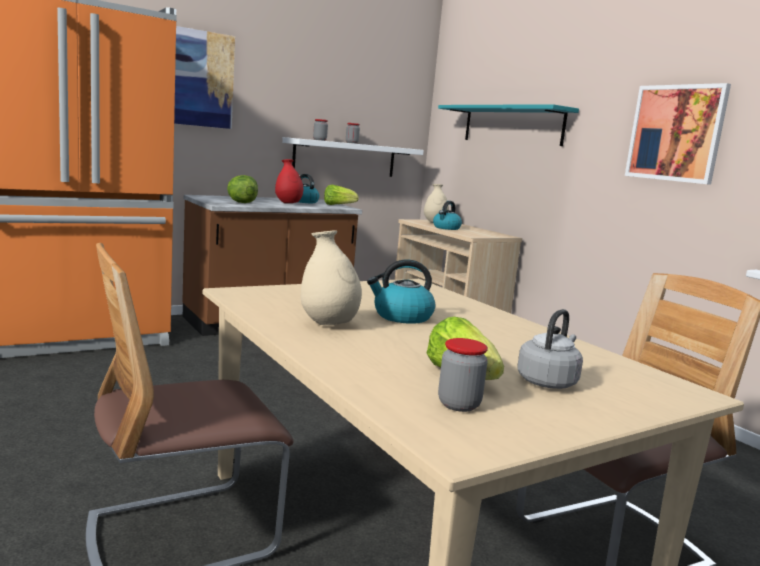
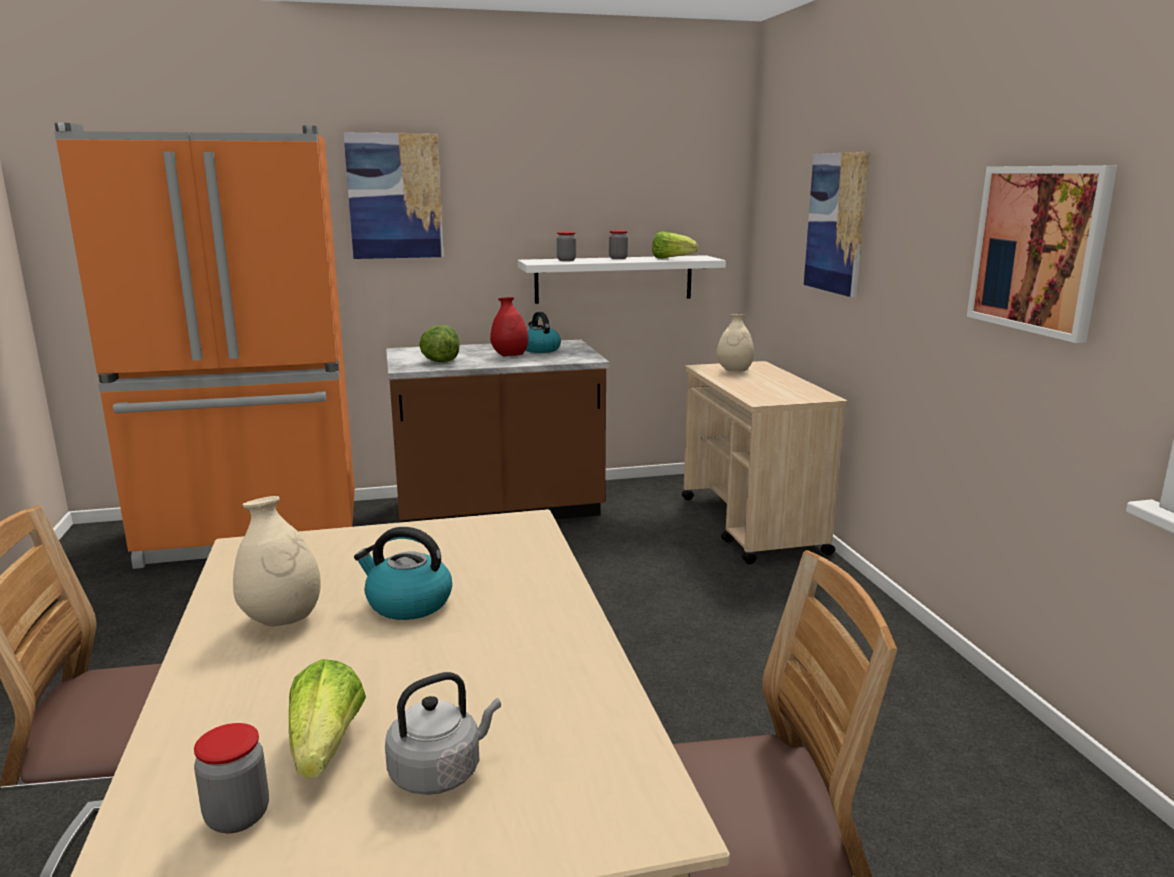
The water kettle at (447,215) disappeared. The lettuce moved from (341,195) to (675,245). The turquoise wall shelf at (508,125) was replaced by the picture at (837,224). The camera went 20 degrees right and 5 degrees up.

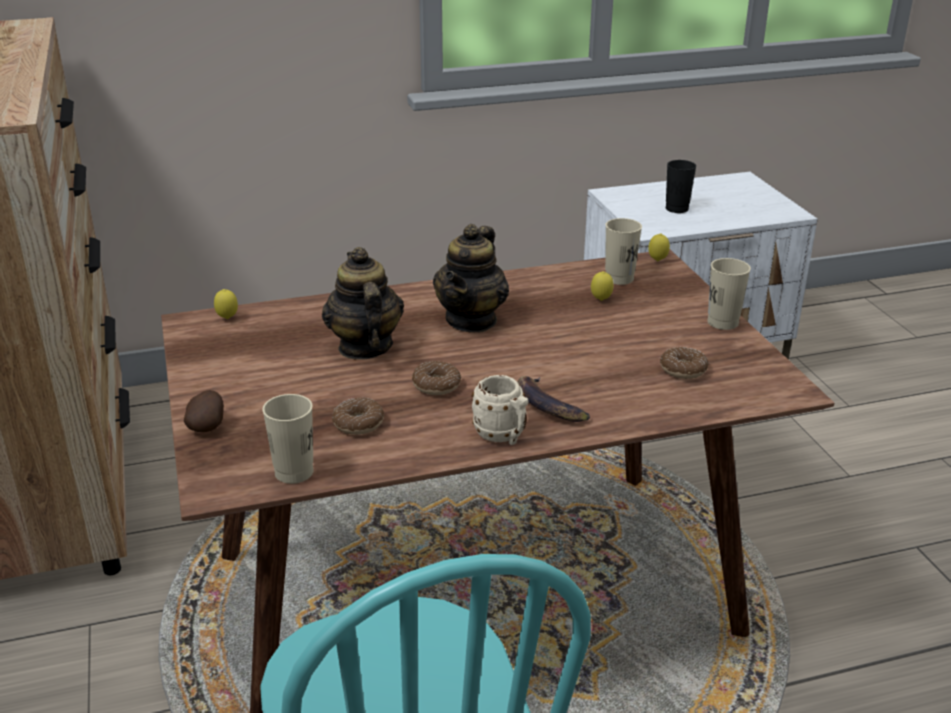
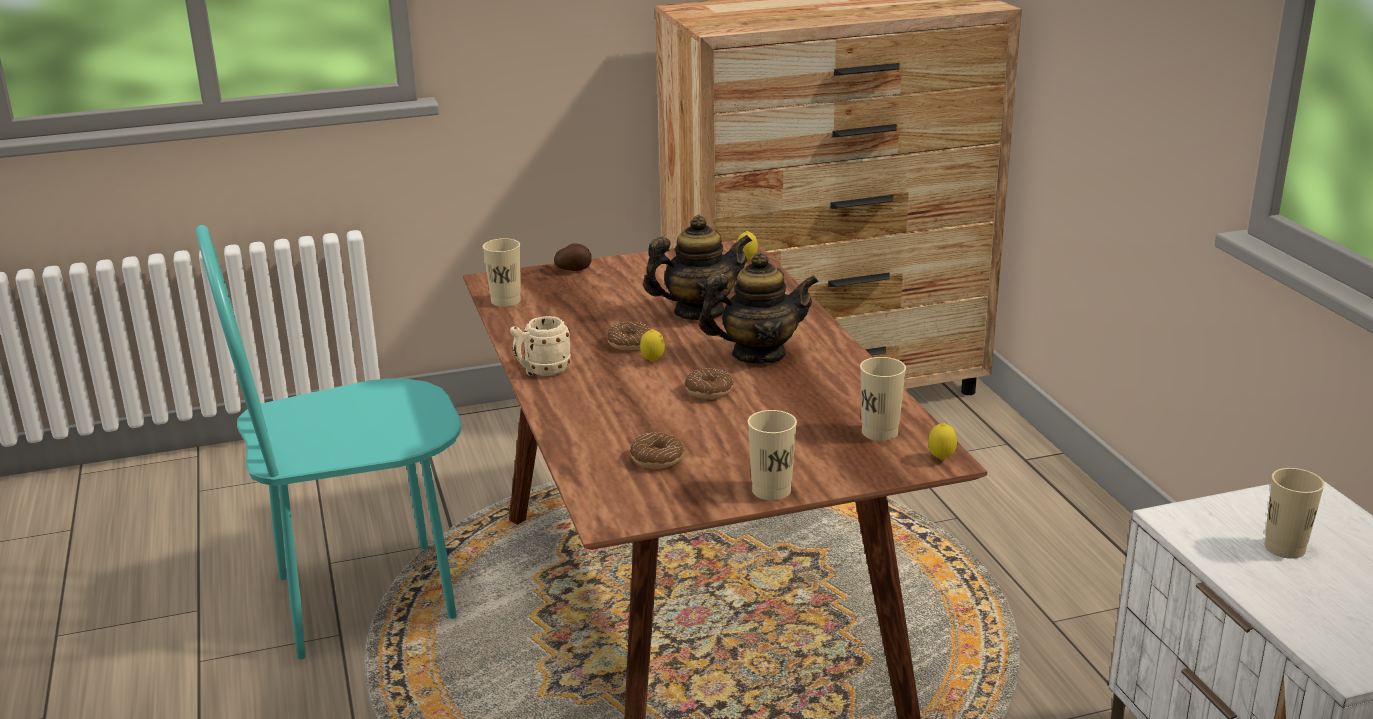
The whole banana at (553,399) disappeared. The doughnut moved from (358,416) to (709,383). The citrus fruit moved from (602,286) to (652,345). The blackish drinking cup at (681,186) became the beige drinking cup at (1294,513). The teapot at (471,278) turned 150 degrees clockwise. The camera went 90 degrees right and 5 degrees down.

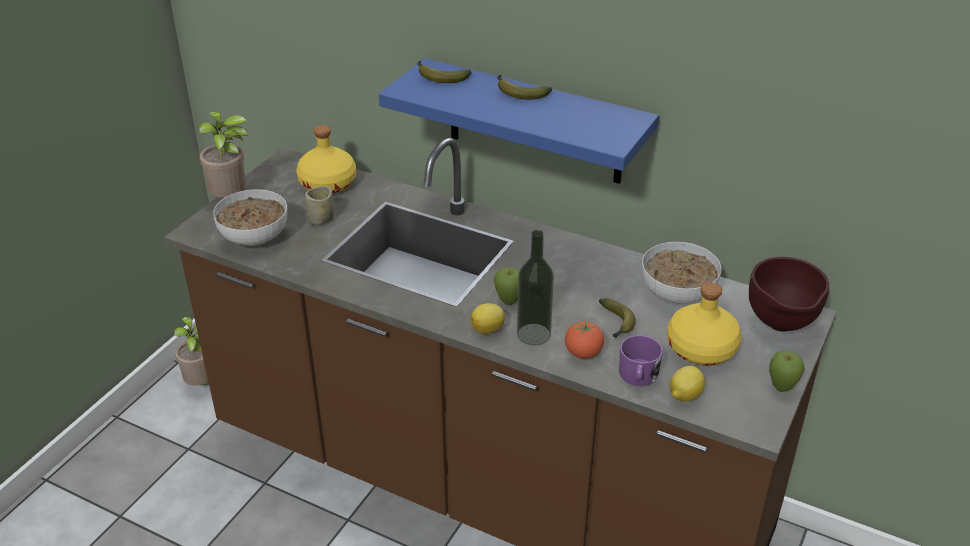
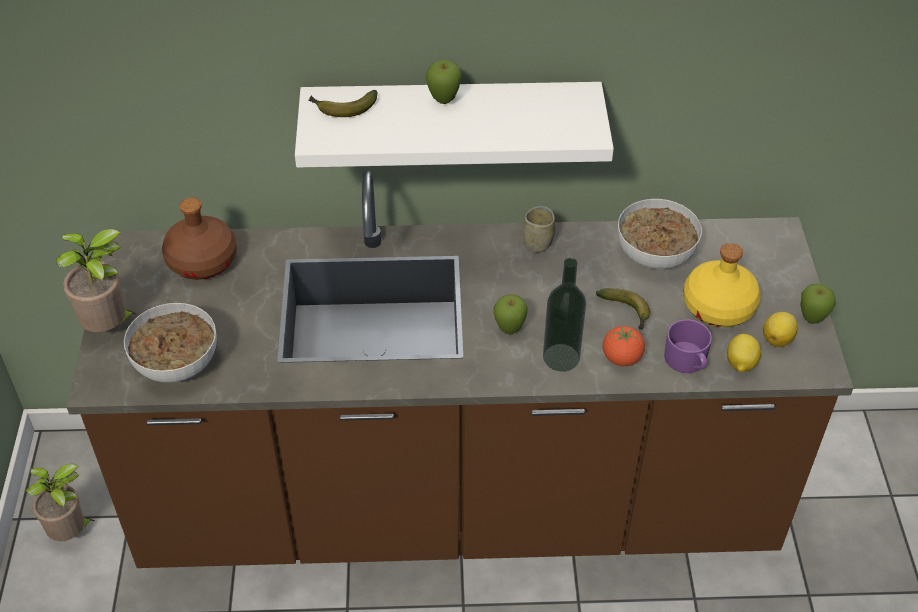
The brownish serving bowl at (789,294) disappeared. The drinking cup moved from (319,205) to (539,229). The citrus fruit moved from (488,318) to (780,329). The whole banana at (524,87) was replaced by the apple at (444,82). The yellow-coloured drink bottle at (326,159) became the brownish drink bottle at (199,239). The blue-coloured wall shelf at (519,121) became the whitish wall shelf at (454,125). The camera went 30 degrees left and 10 degrees up.

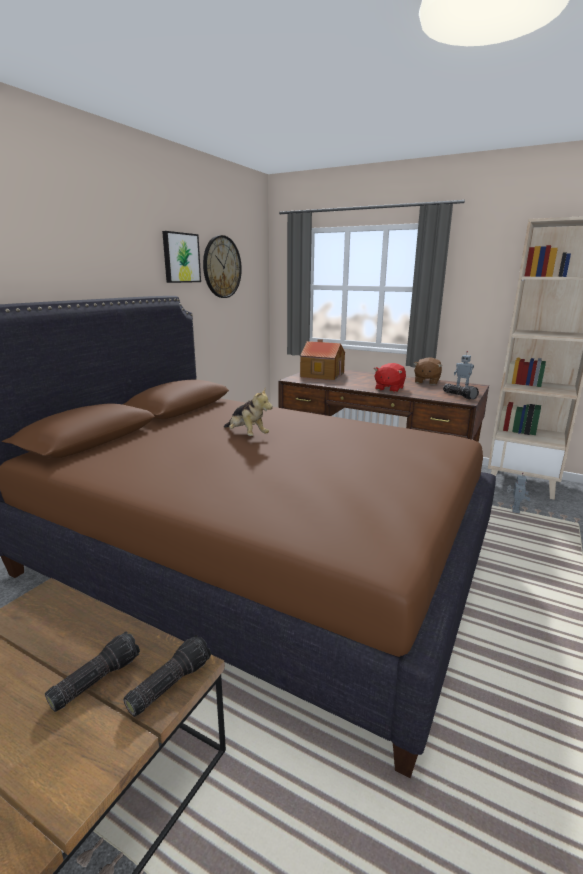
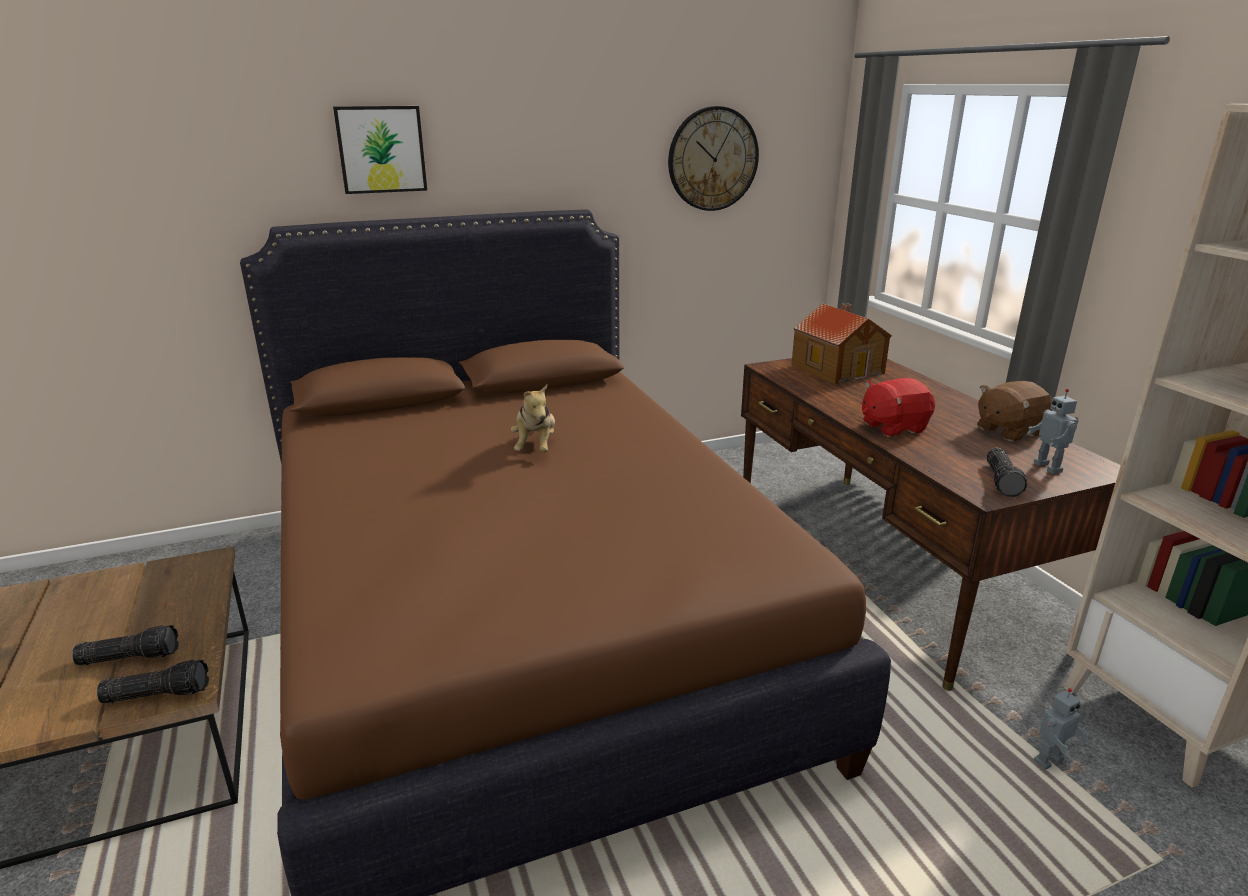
The picture moved from (181,257) to (380,150). The camera went 40 degrees right and 5 degrees up.

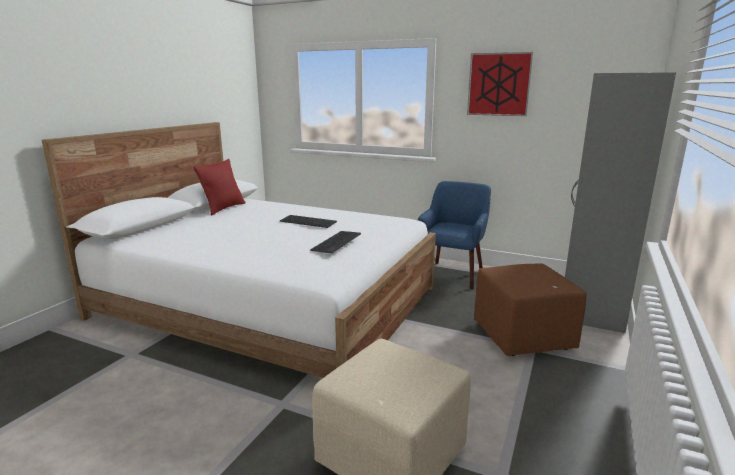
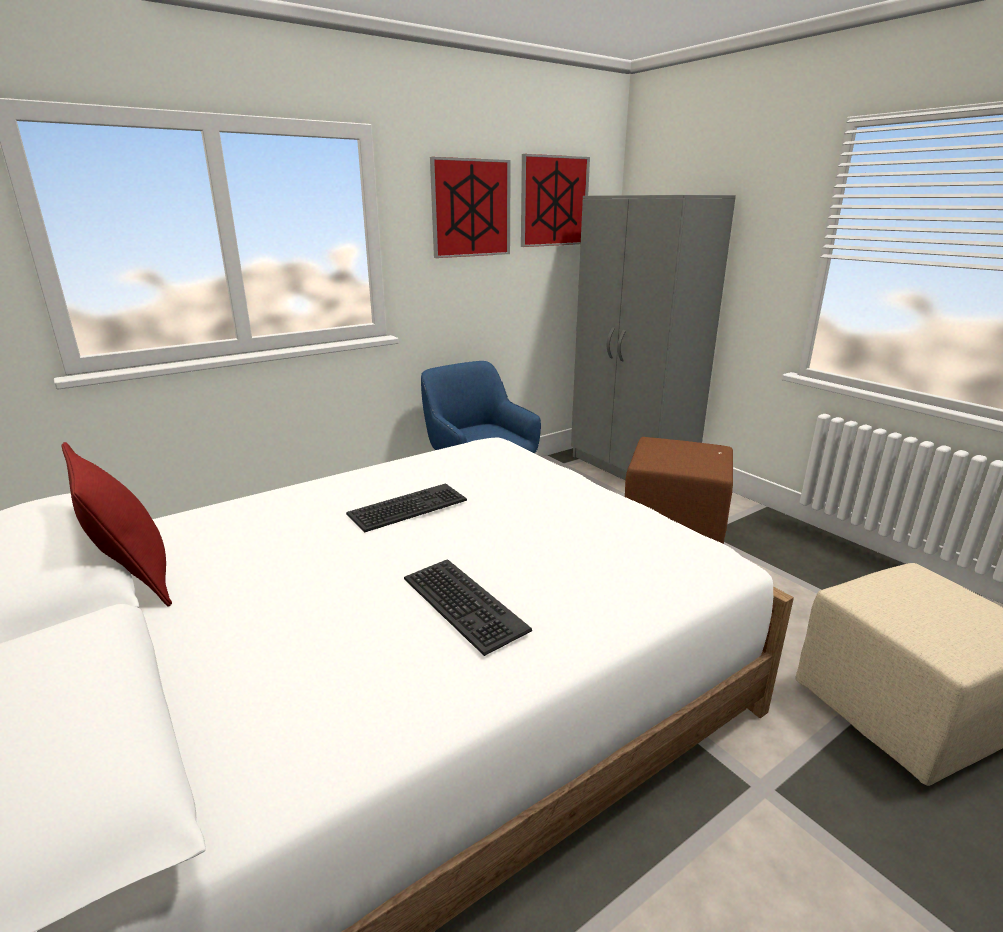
The picture at (555,200) appeared. The computer keyboard moved from (335,242) to (468,607). The camera went 60 degrees left and 5 degrees up.

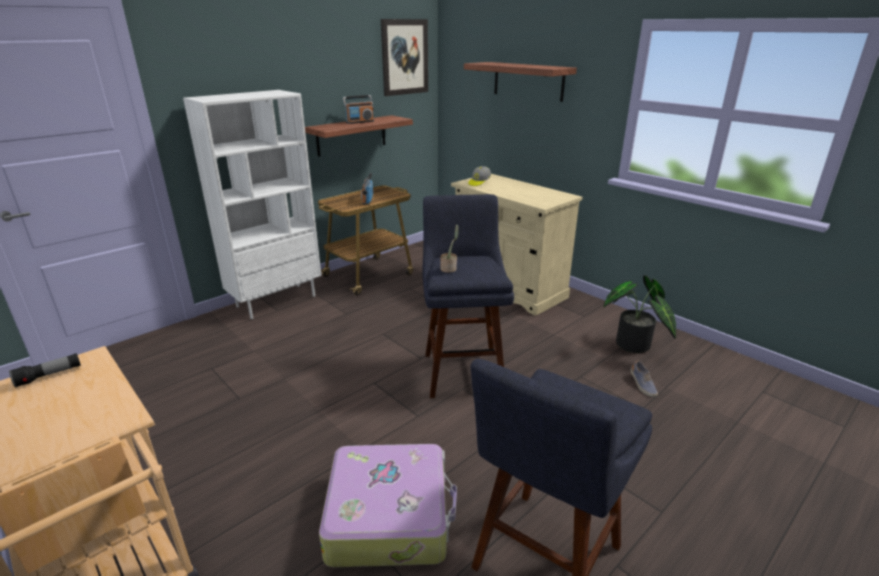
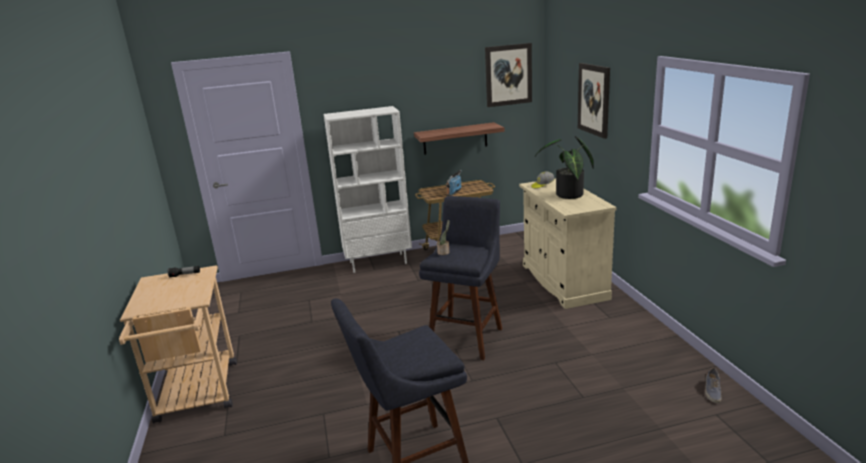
The suitcase at (388,505) disappeared. The radio at (358,109) disappeared. The plant in a pot moved from (640,314) to (564,167). The low shoe moved from (644,379) to (713,385). The wall shelf at (520,82) was replaced by the picture at (594,101). The camera went 30 degrees right and 5 degrees down.

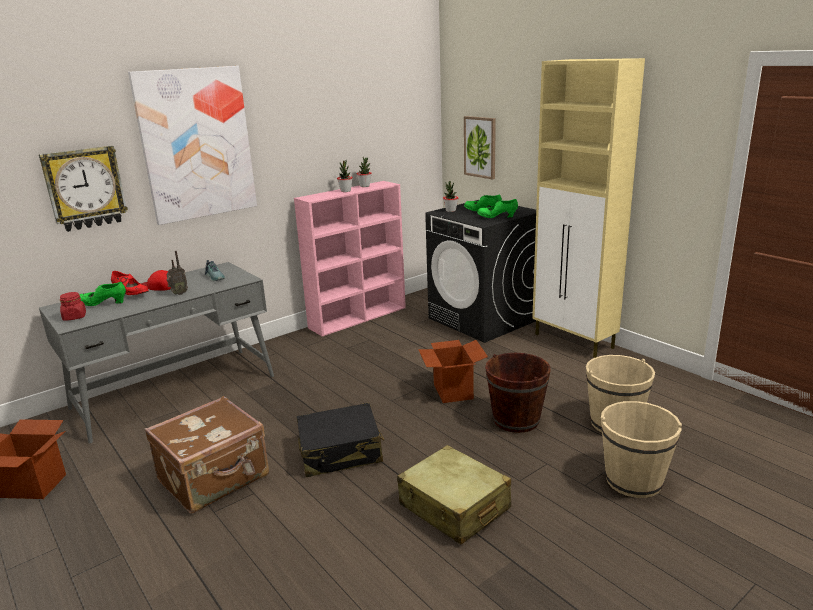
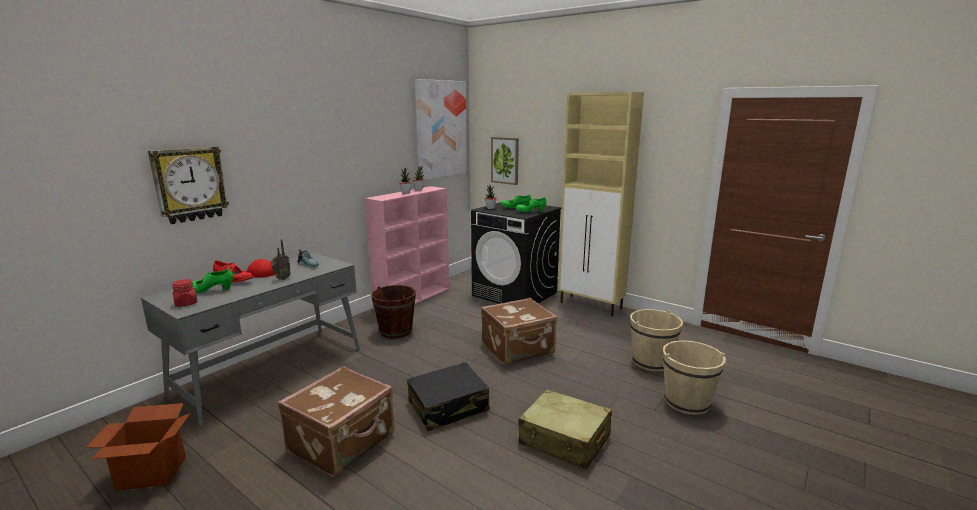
The picture moved from (192,145) to (441,129). The brownish pail moved from (518,393) to (393,311). The cardboard box at (453,371) was replaced by the brownish suitcase at (519,331). The camera went 15 degrees left and 5 degrees down.

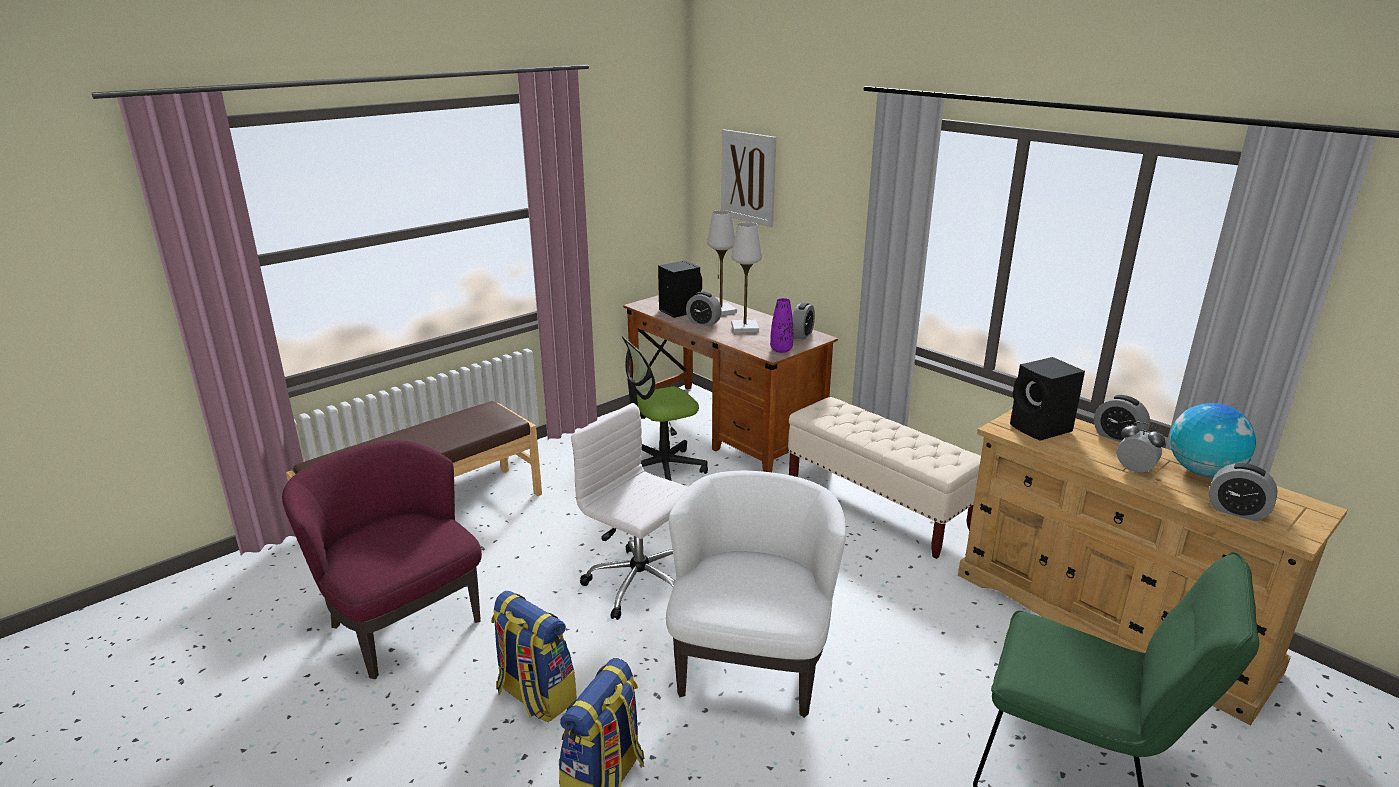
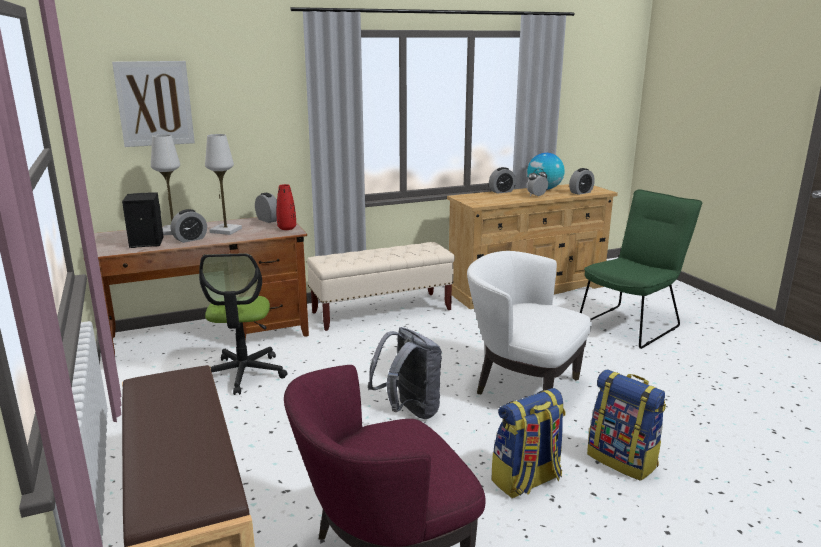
The blackish audio speaker at (1047,399) disappeared. The whitish computer chair at (629,511) was replaced by the greyish backpack at (405,373). The purple vase at (781,325) became the red vase at (286,207). The camera went 70 degrees left and 5 degrees down.

